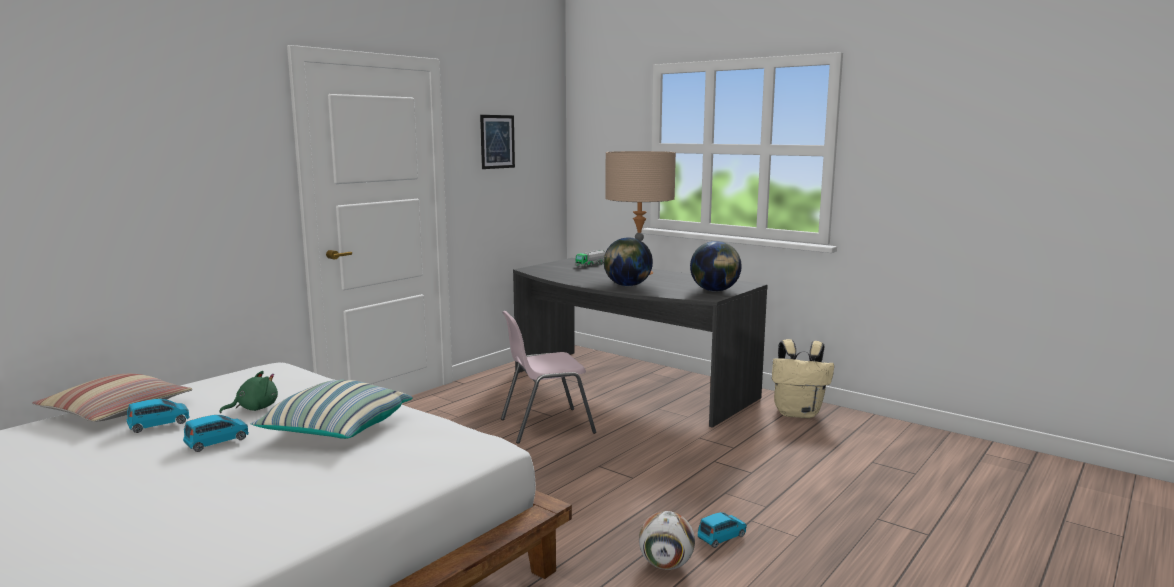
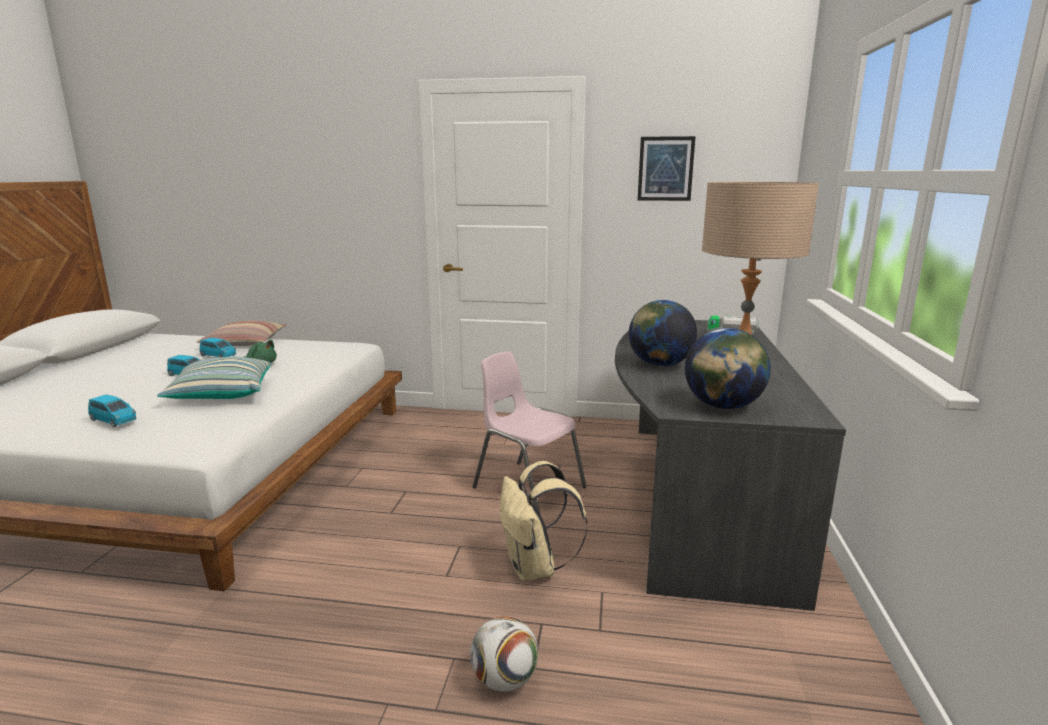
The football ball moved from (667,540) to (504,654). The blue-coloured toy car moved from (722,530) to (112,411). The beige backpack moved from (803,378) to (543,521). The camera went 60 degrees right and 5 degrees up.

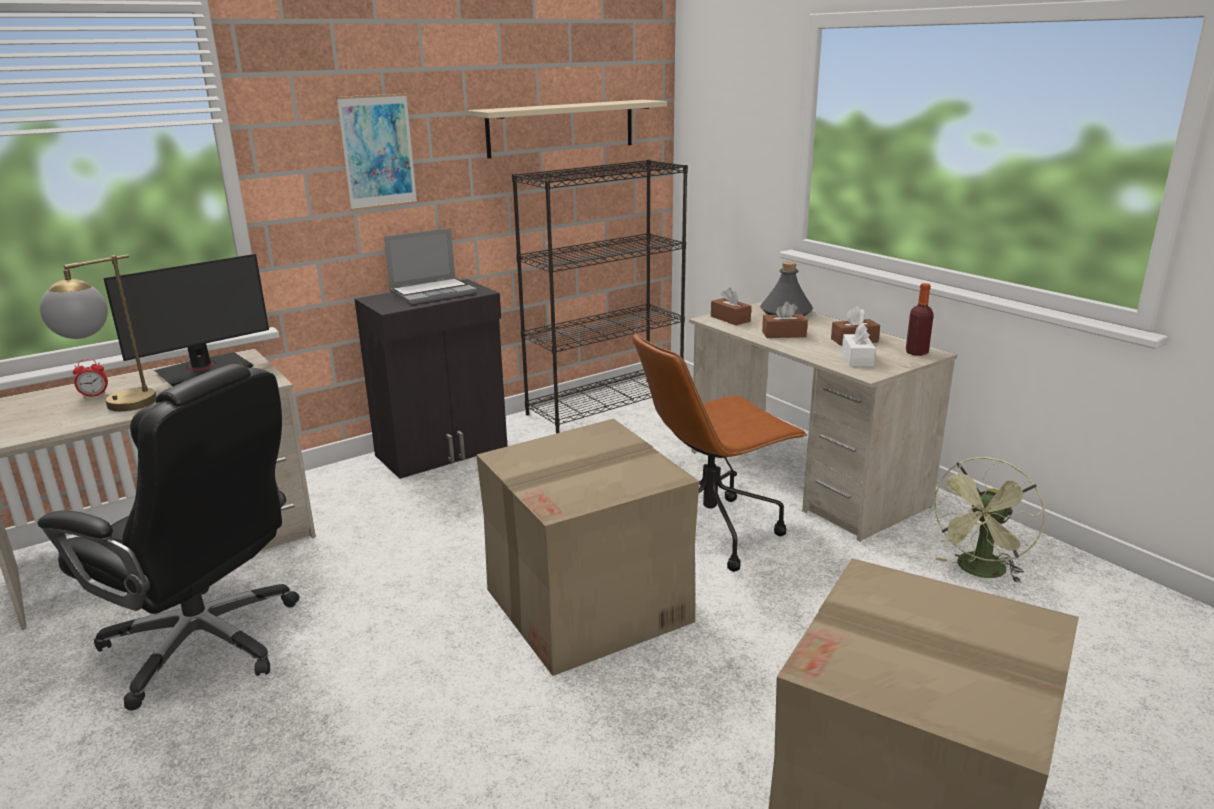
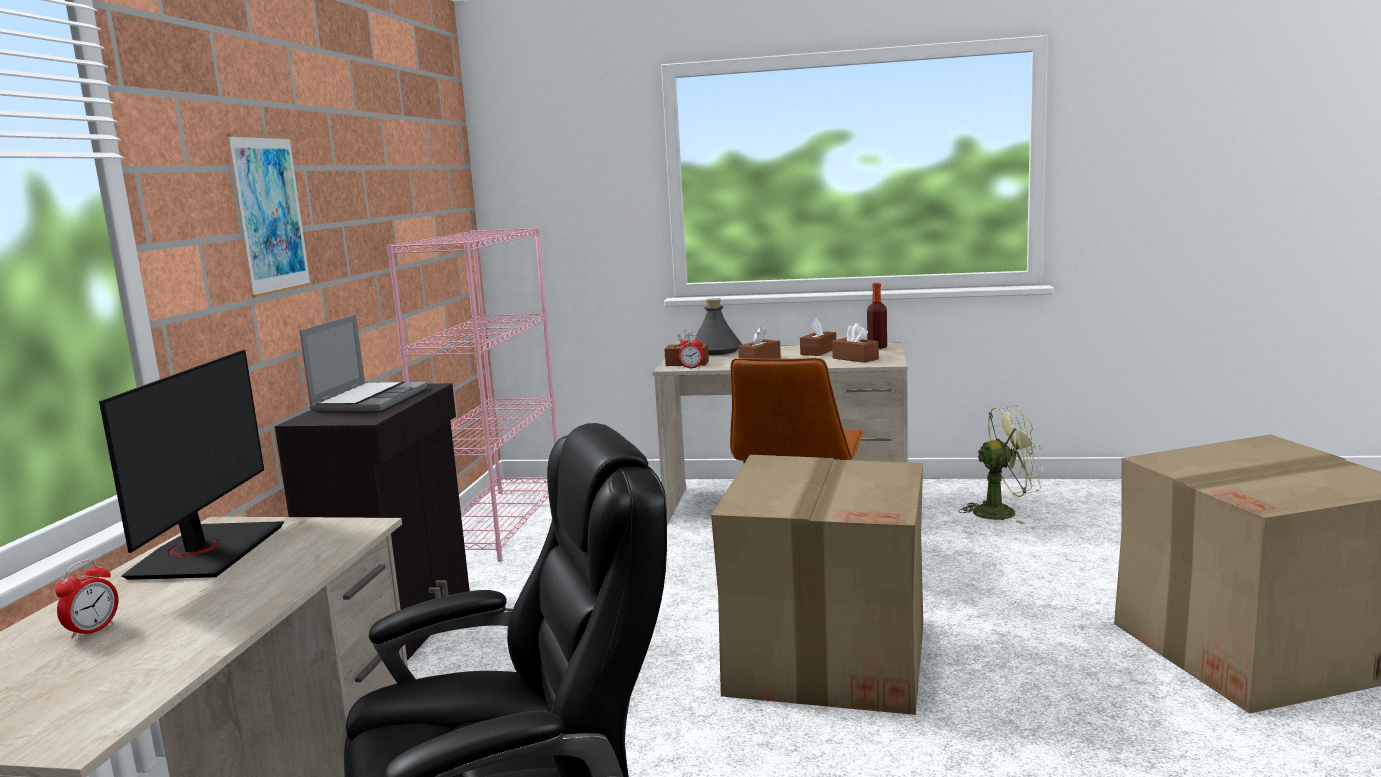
The table lamp at (98,333) disappeared. The beige wall shelf at (567,129) disappeared. The bedside clock at (691,352) appeared. The blackish bookcase at (600,296) became the pinkish bookcase at (472,394). The whitish box of tissues at (859,345) became the brownish box of tissues at (855,343). The green electric fan at (987,520) turned 90 degrees counterclockwise. The camera went 45 degrees left and 10 degrees down.

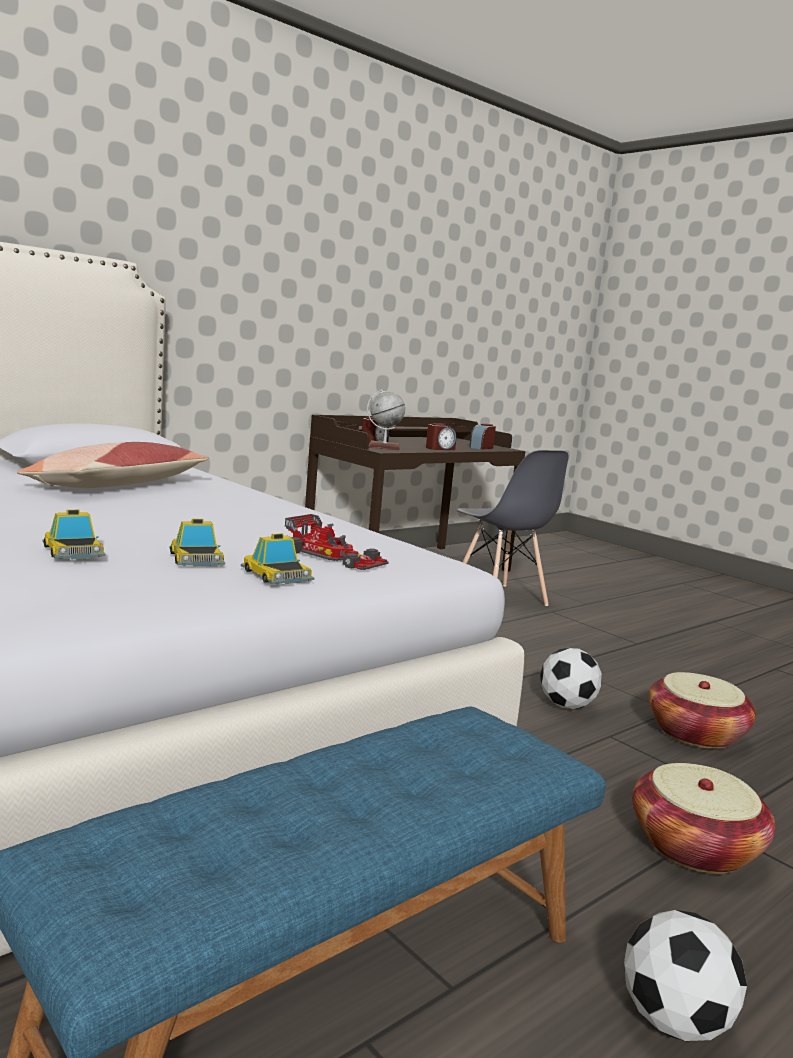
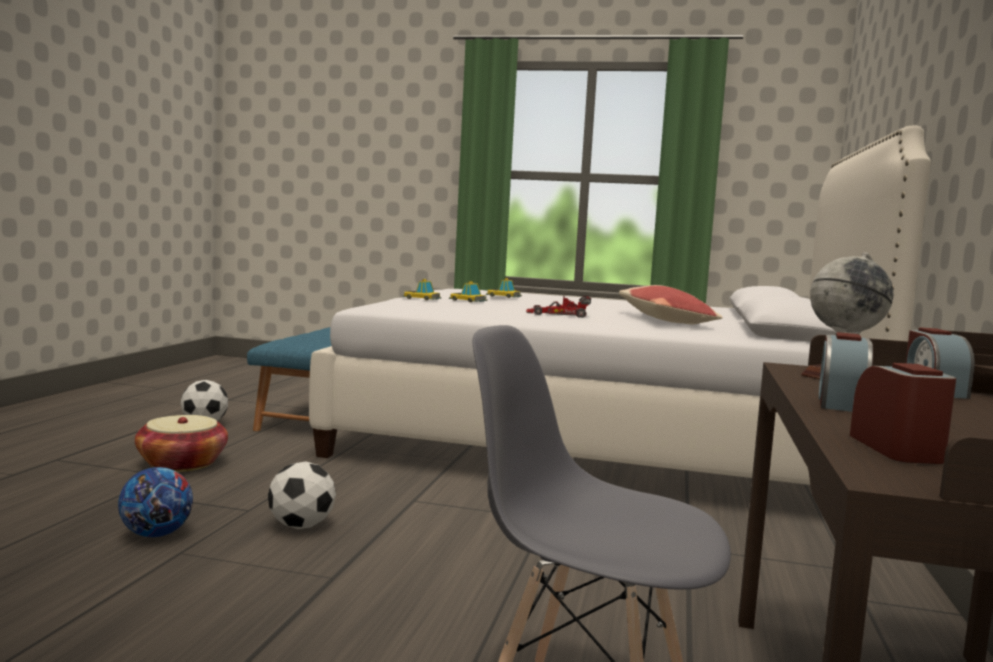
The toy car moved from (336,542) to (558,307). The storage basket at (702,710) was replaced by the football ball at (155,502). The camera went 145 degrees right and 5 degrees down.

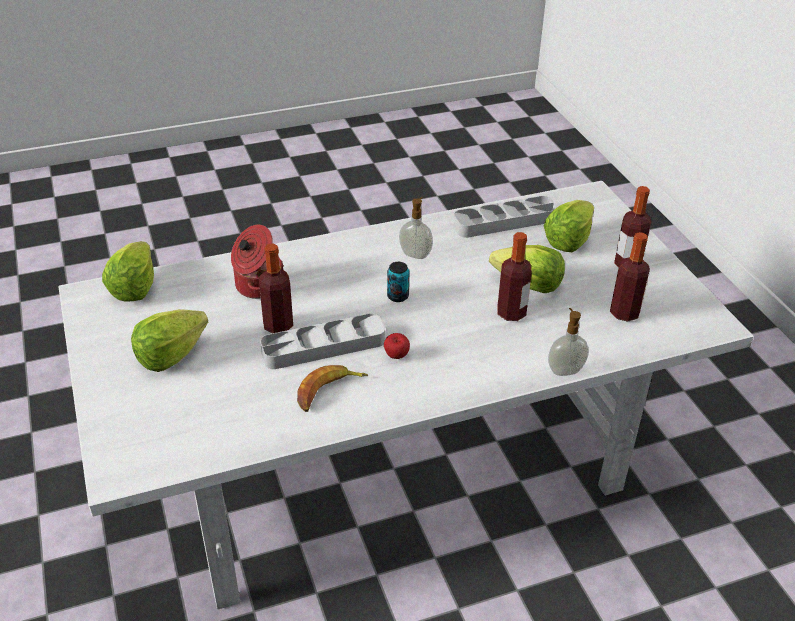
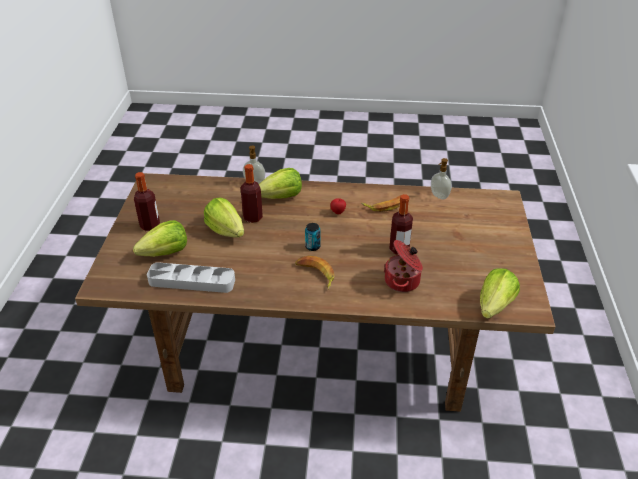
The greyish carrying tray at (322,341) disappeared. The drink bottle at (630,277) disappeared. The whole banana at (315,273) appeared. The lettuce moved from (169,340) to (280,183). The liquid soap bottle moved from (416,228) to (441,179). The whitish dinner table at (406,395) became the brownish dinner table at (315,292). The camera went 155 degrees left and 0 degrees up.

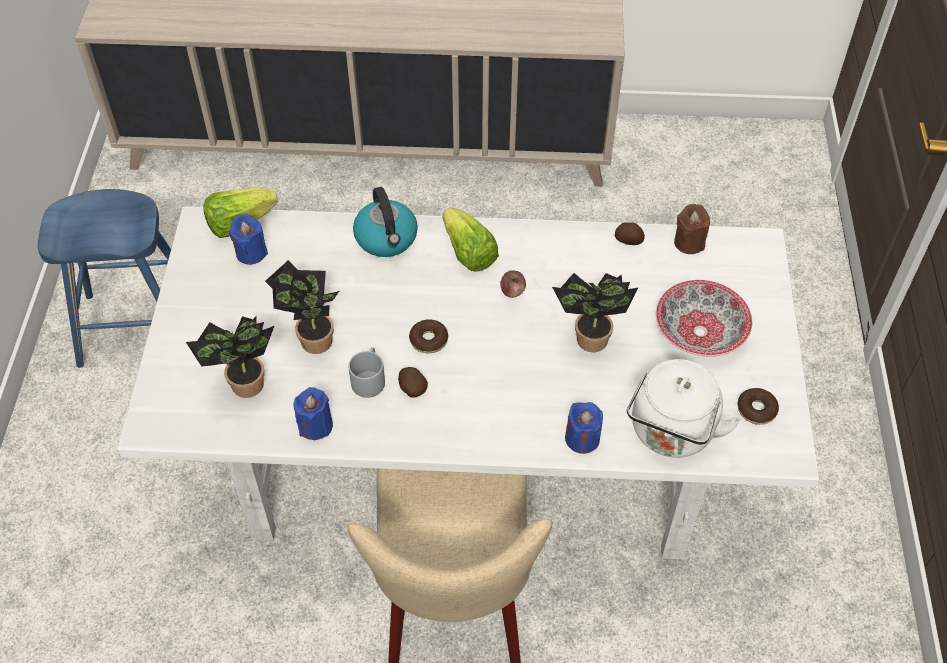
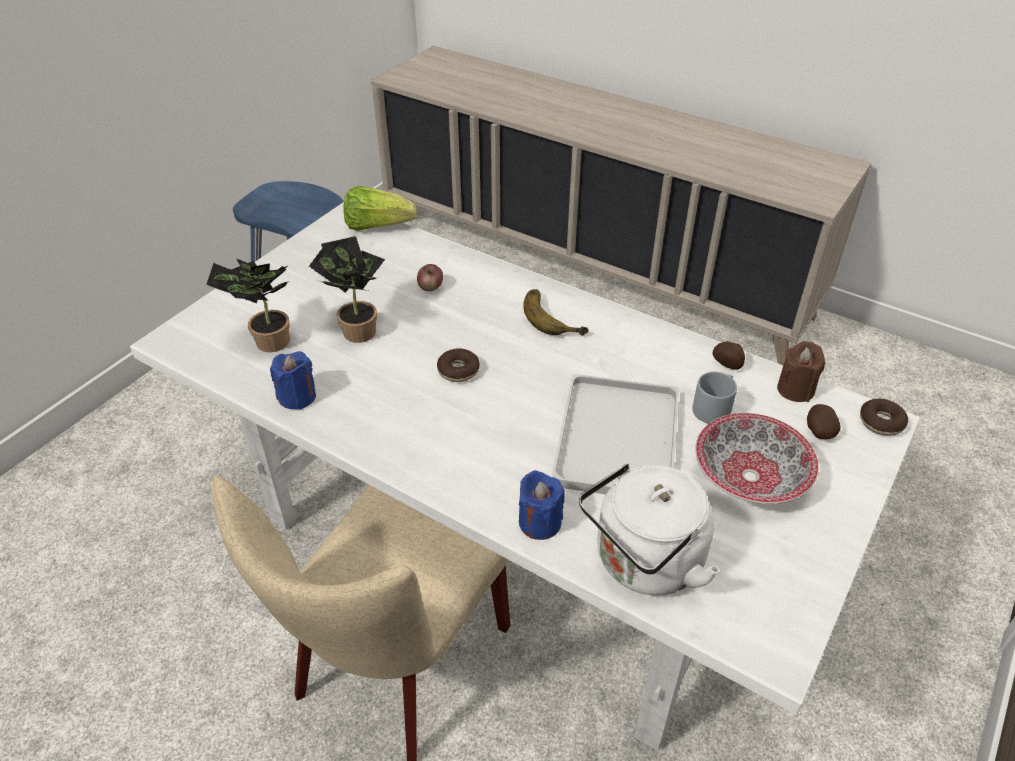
The blue-coloured candle at (248,239) disappeared. The water kettle at (385,222) disappeared. The greyish coffee mug moved from (366,372) to (714,398). The spud moved from (413,382) to (824,421). The apple moved from (513,284) to (430,277). The doughnut moved from (758,406) to (884,417). The lettuce at (470,240) was replaced by the whole banana at (556,312). The plant in a pot at (595,312) was replaced by the whitish carrying tray at (615,434). The camera went 30 degrees right and 10 degrees down.

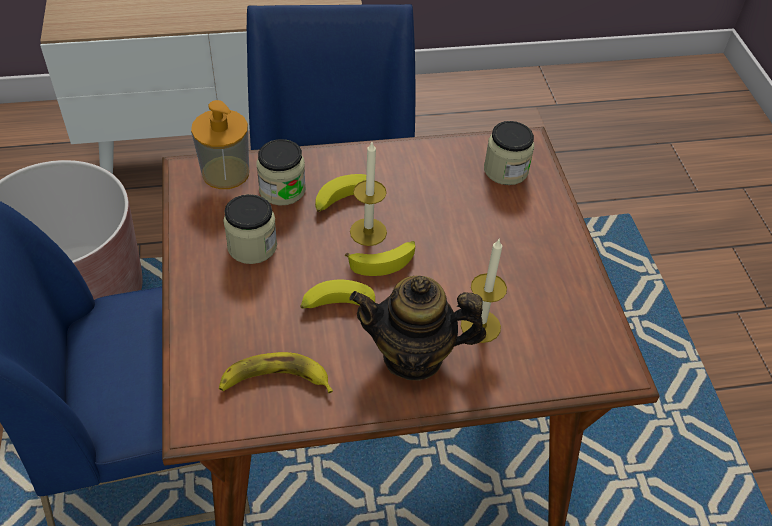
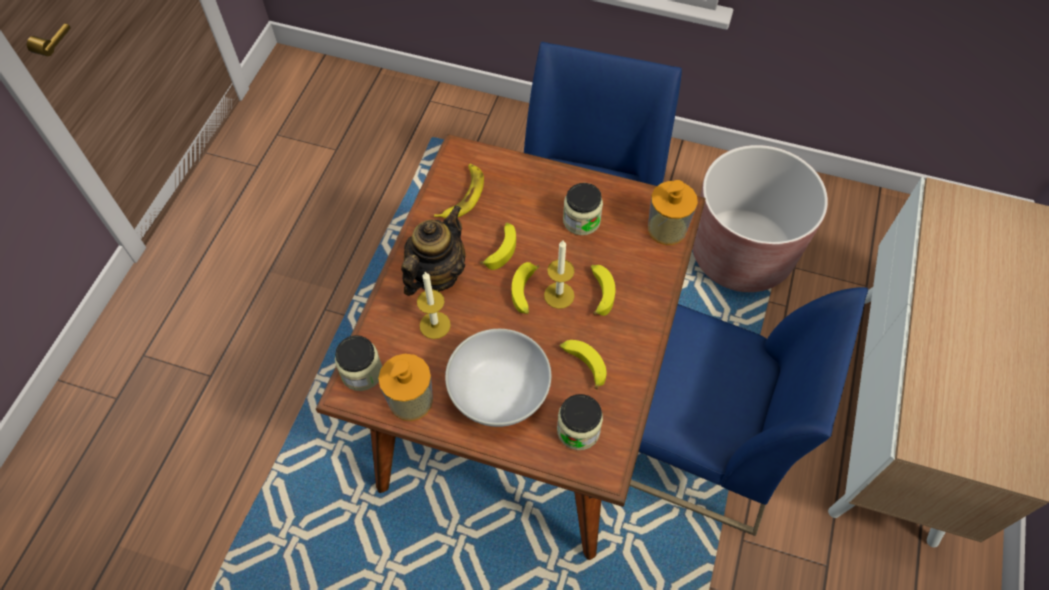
The liquid soap bottle at (405,387) appeared. The whitish serving bowl at (498,378) appeared. The whole banana at (583,364) appeared. The storage jar moved from (281,172) to (358,363). The camera went 120 degrees right and 10 degrees up.

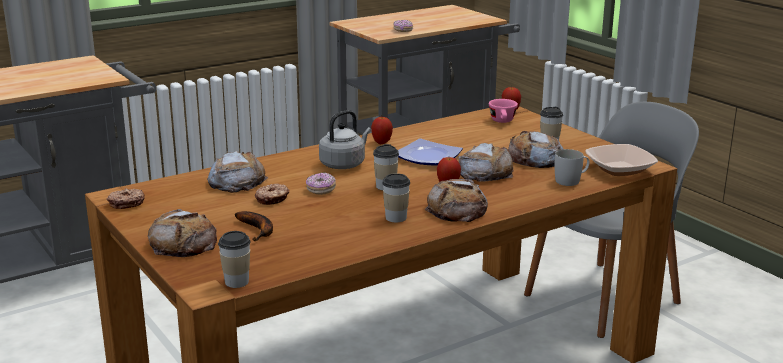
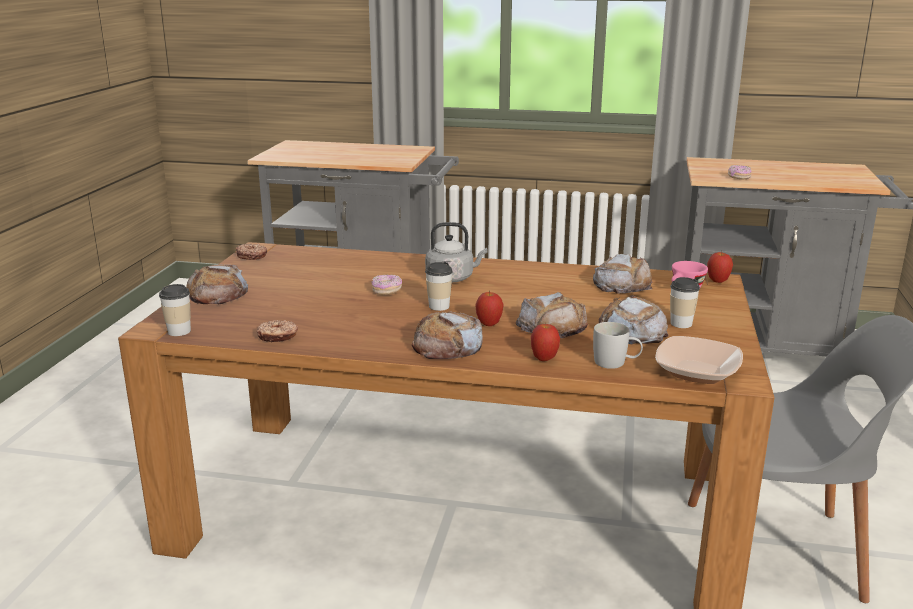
The whole banana at (254,226) disappeared. The drinking cup at (396,197) disappeared. The dinner plate at (430,152) disappeared. The bread moved from (237,172) to (623,274). The doughnut moved from (272,194) to (277,331). The apple moved from (382,130) to (545,341). The camera went 45 degrees right and 0 degrees up.

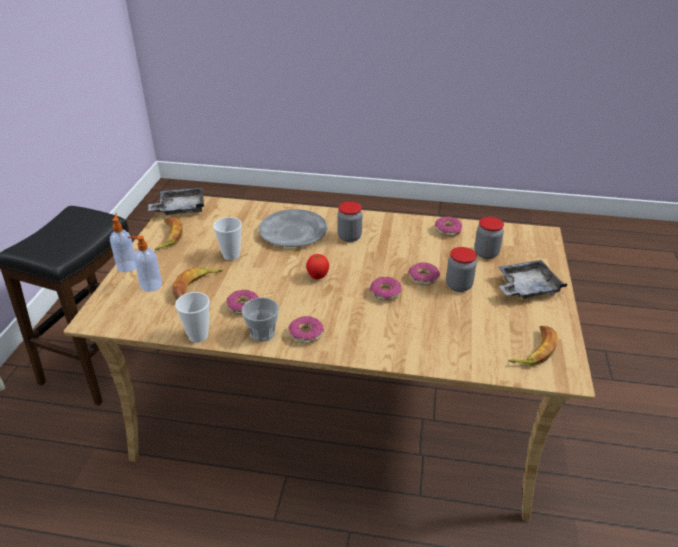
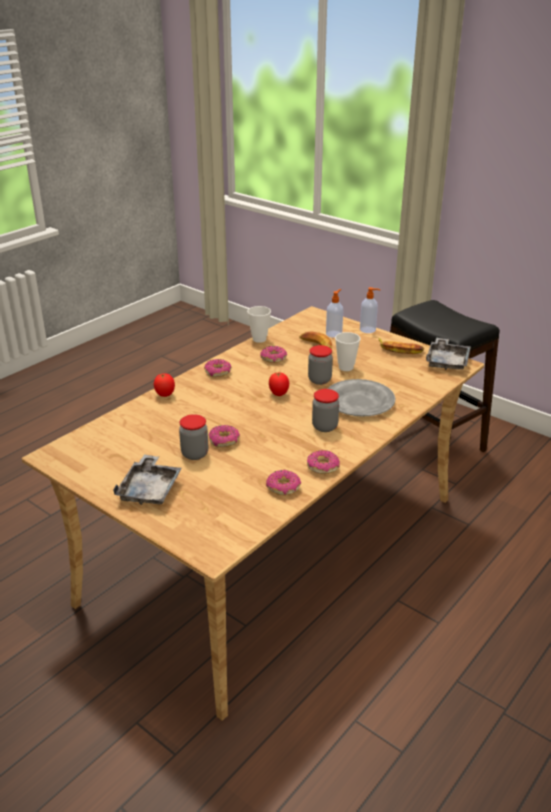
The drinking cup at (260,319) disappeared. The whole banana at (533,346) disappeared. The fresh tomato at (164,385) appeared. The doughnut moved from (385,289) to (323,462). The storage jar moved from (489,238) to (320,365). The camera went 120 degrees right and 5 degrees down.

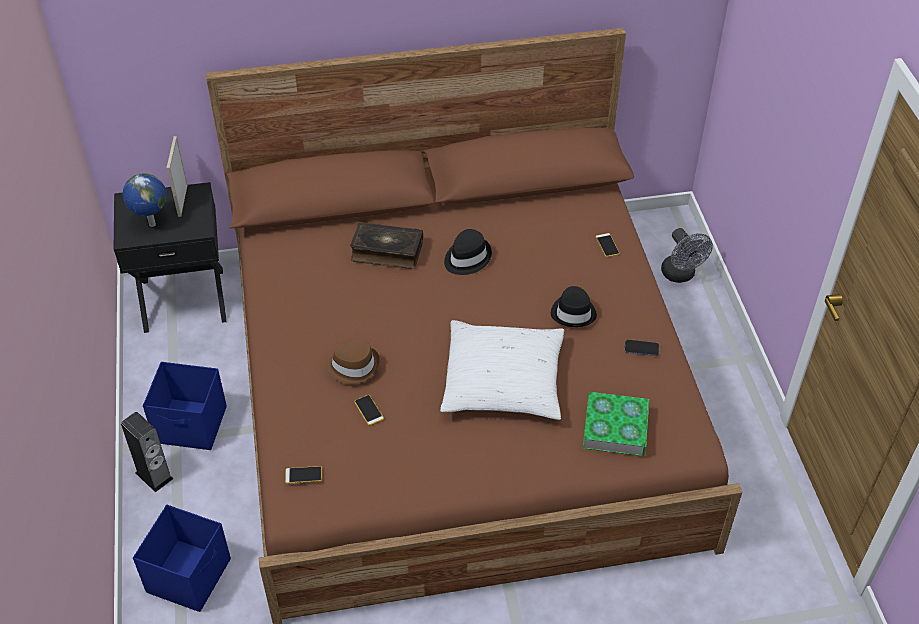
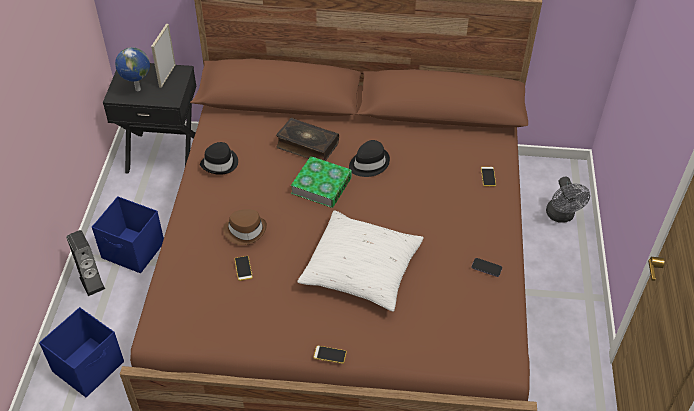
The phone moved from (303,475) to (330,355). The blackish clothing hat moved from (574,306) to (219,158). The book moved from (616,424) to (321,182). The camera went 15 degrees right and 0 degrees up.

